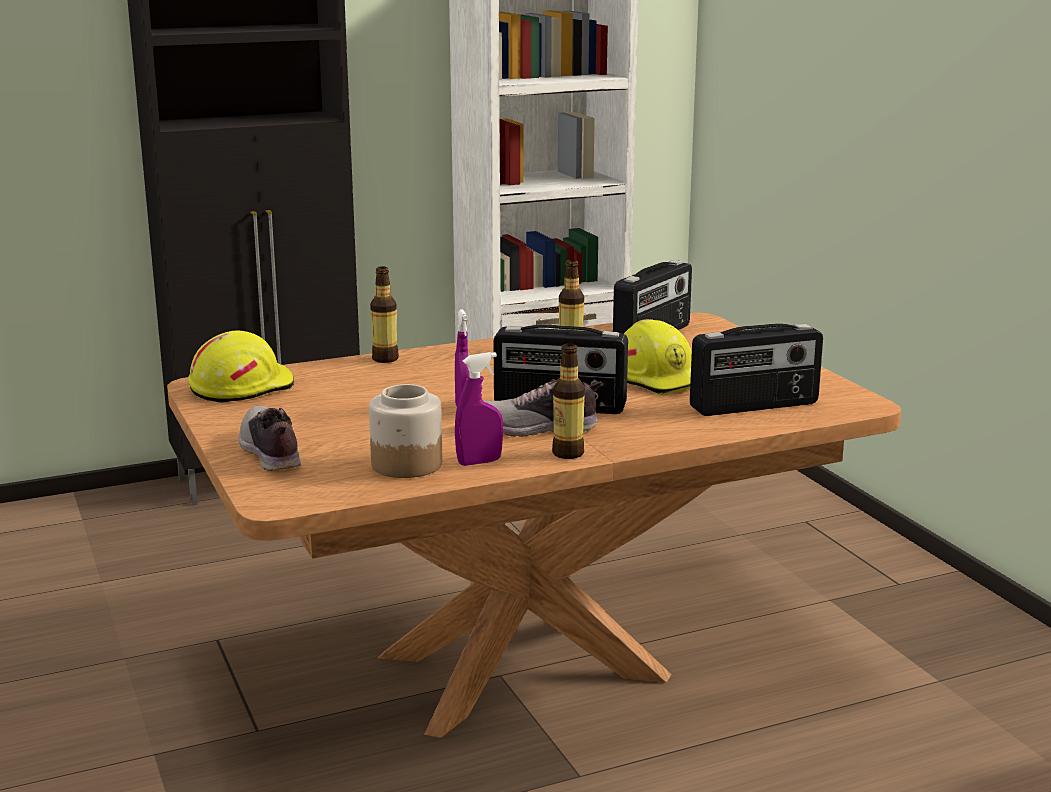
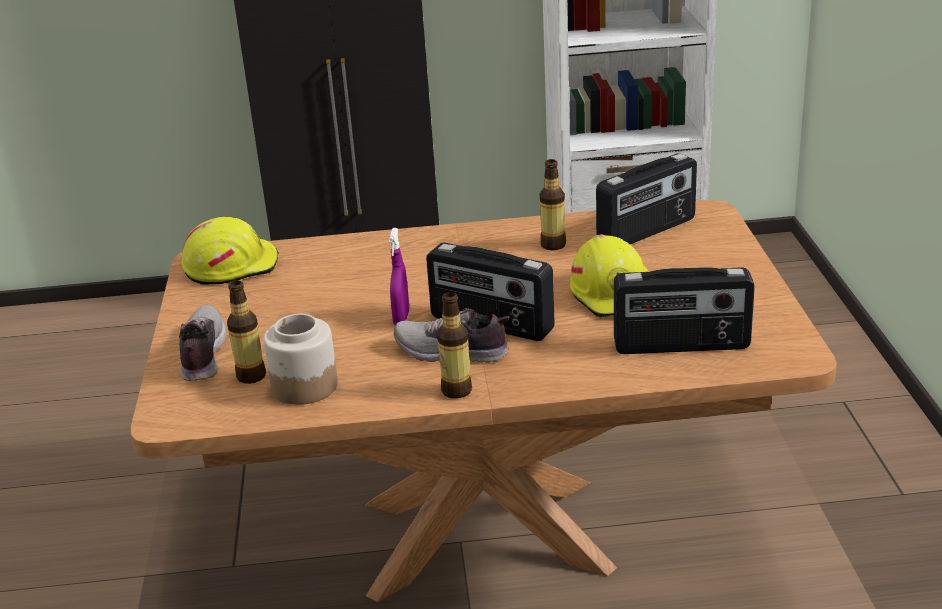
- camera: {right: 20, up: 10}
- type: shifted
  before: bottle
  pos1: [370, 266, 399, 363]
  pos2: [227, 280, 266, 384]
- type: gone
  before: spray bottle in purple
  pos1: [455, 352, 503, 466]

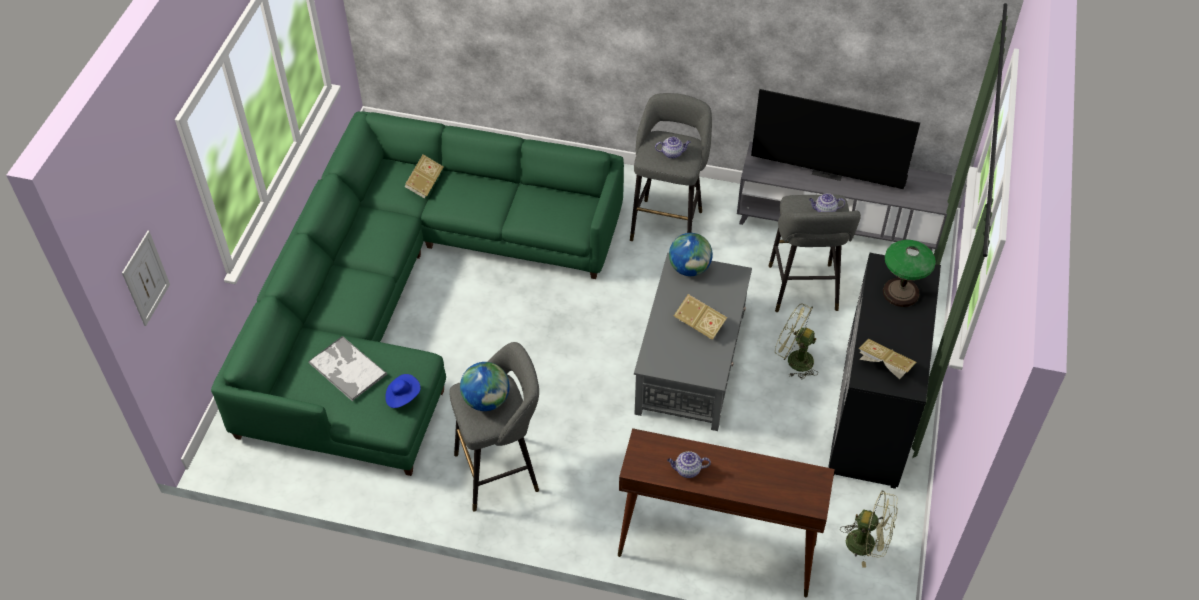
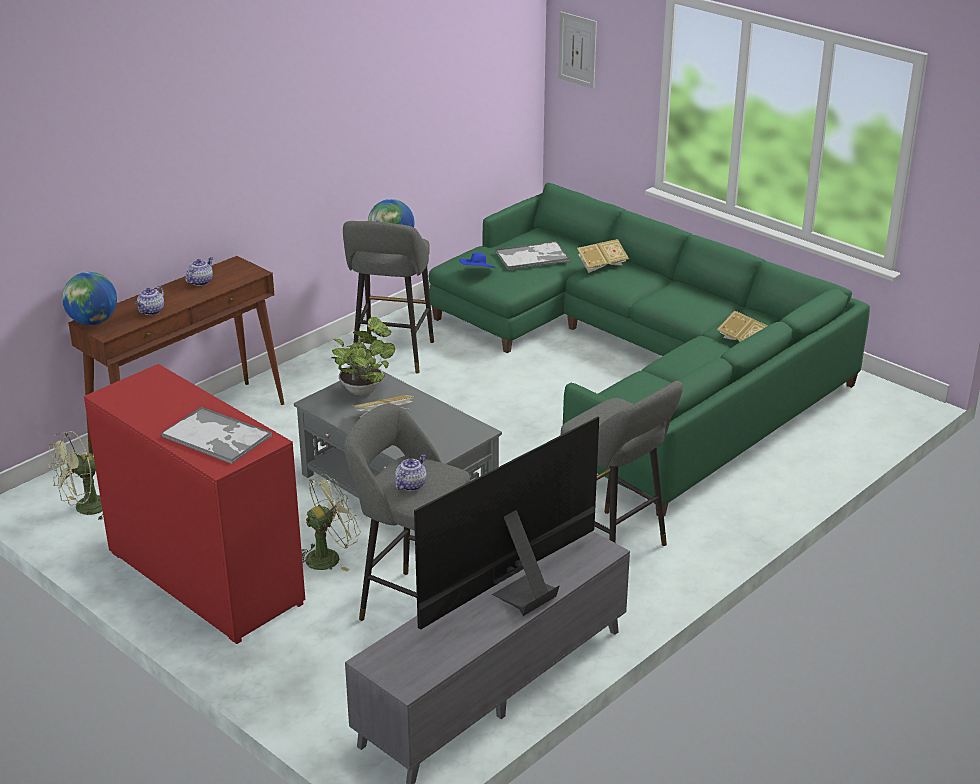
- camera: {right: 120, up: -20}
- type: shifted
  before: teapot
  pos1: [655, 137, 691, 159]
  pos2: [135, 285, 164, 315]
- type: shifted
  before: globe
  pos1: [669, 233, 713, 276]
  pos2: [62, 272, 117, 325]
- type: repainted
  before: dresser in black
  after: dresser in red
  pos1: [828, 253, 941, 489]
  pos2: [84, 364, 305, 644]
- type: shifted
  before: book
  pos1: [859, 339, 916, 380]
  pos2: [577, 239, 629, 273]
- type: swapped
  before: table lamp
  after: tray
  pos1: [883, 240, 936, 307]
  pos2: [161, 406, 271, 464]
- type: new
  after: potted plant
  pos2: [331, 317, 395, 395]

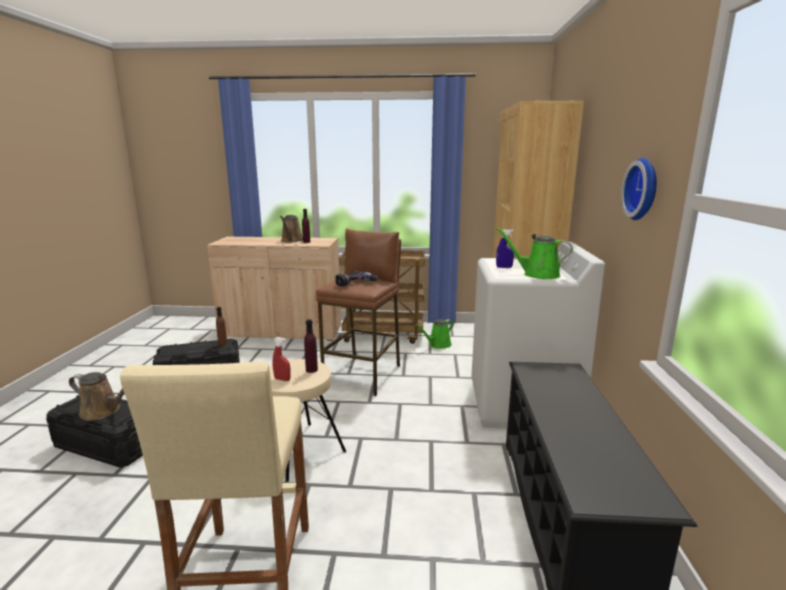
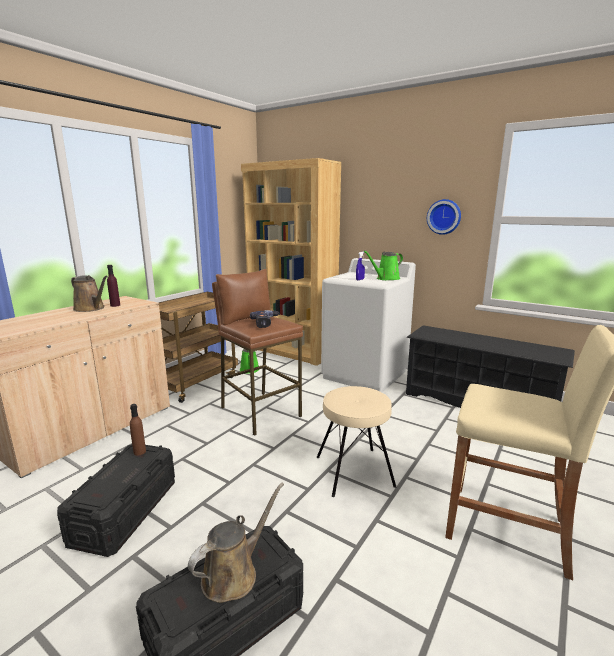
- camera: {right: -60, up: 0}
- type: gone
  before: spray bottle in red
  pos1: [272, 337, 291, 381]
- type: gone
  before: bottle in purple
  pos1: [304, 319, 318, 373]

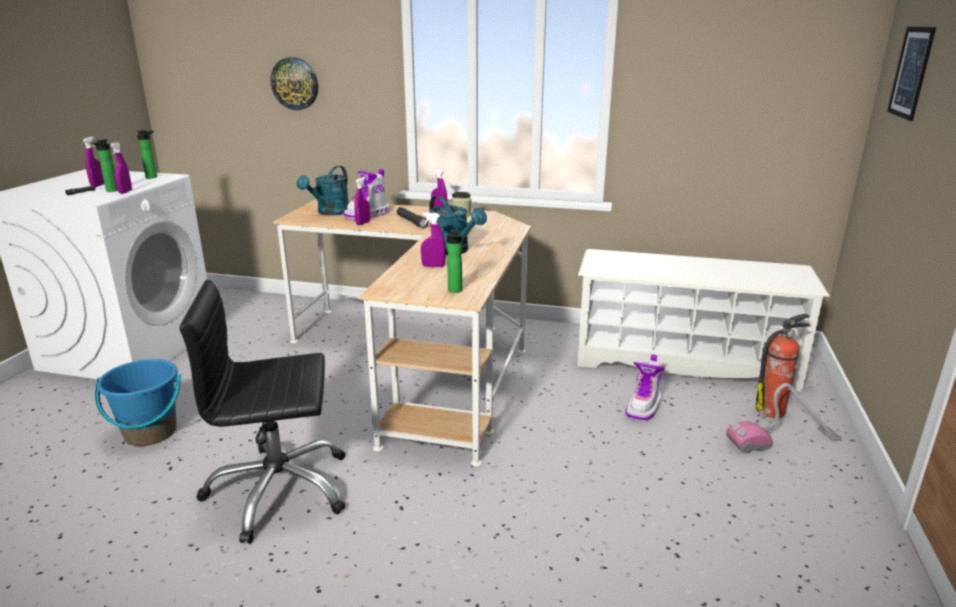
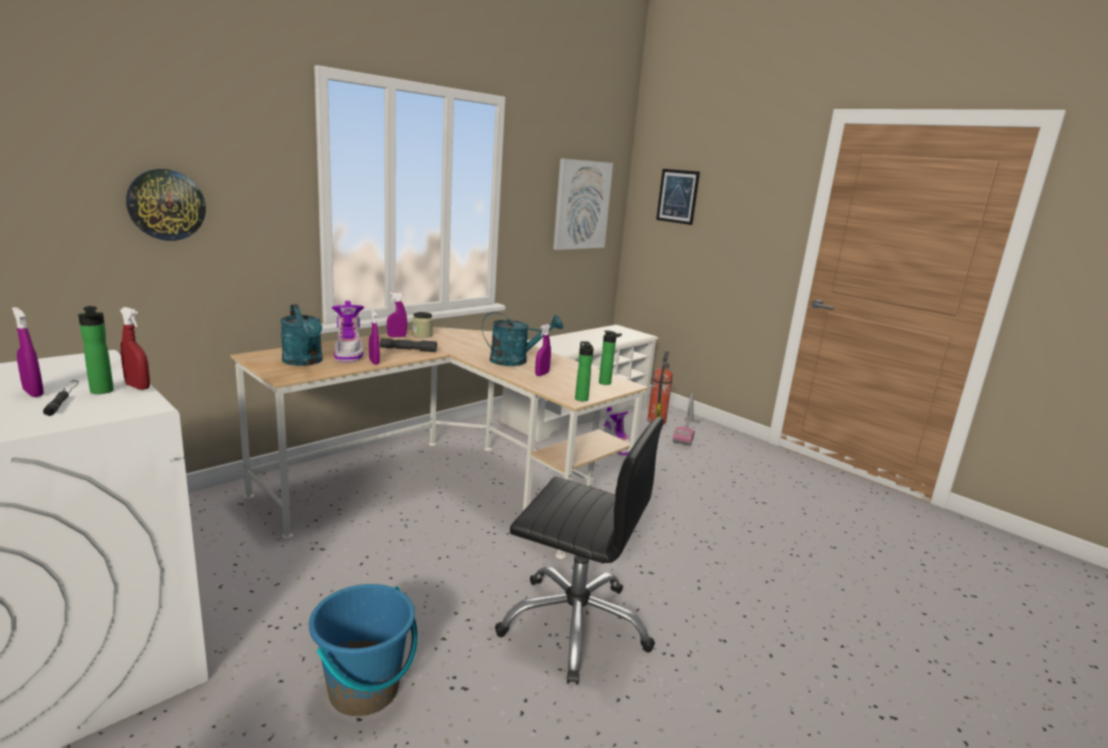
- camera: {right: -60, up: -5}
- type: repainted
  before: spray bottle in purple
  after: spray bottle in red
  pos1: [110, 142, 132, 194]
  pos2: [120, 307, 150, 390]
- type: shifted
  before: bottle
  pos1: [136, 130, 157, 179]
  pos2: [575, 341, 594, 401]
- type: rotated
  before: office chair in black
  pos1: [179, 280, 346, 544]
  pos2: [495, 417, 664, 684]
  turn: -90
- type: new
  after: picture
  pos2: [553, 158, 613, 250]

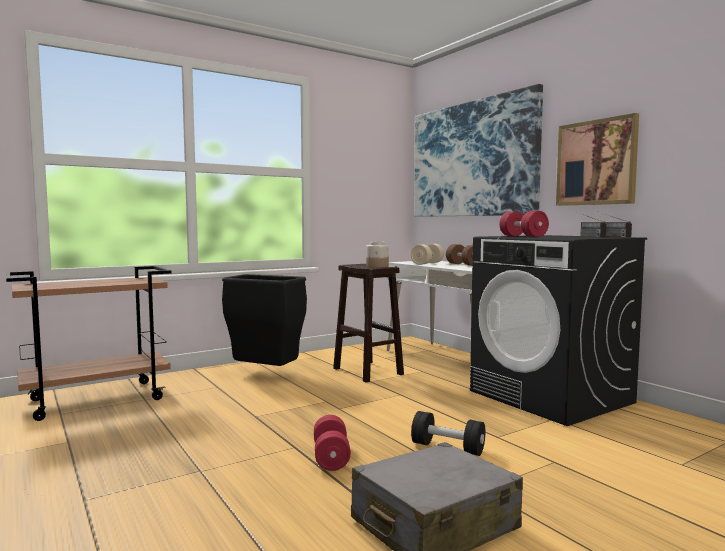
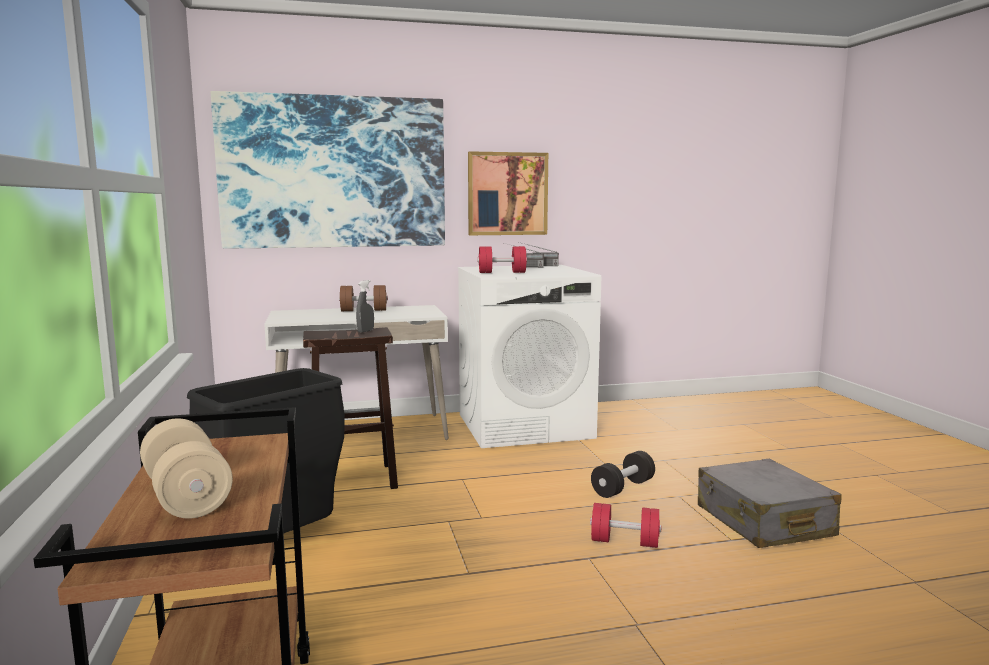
- camera: {right: -70, up: 5}
- type: swapped
  before: jar
  after: spray bottle in grey
  pos1: [366, 242, 389, 268]
  pos2: [356, 280, 374, 333]
- type: shifted
  before: dumbbell in beige
  pos1: [411, 244, 444, 265]
  pos2: [140, 419, 233, 519]
- type: repainted
  before: washing machine in black
  after: washing machine in white
  pos1: [470, 235, 647, 426]
  pos2: [458, 265, 601, 448]

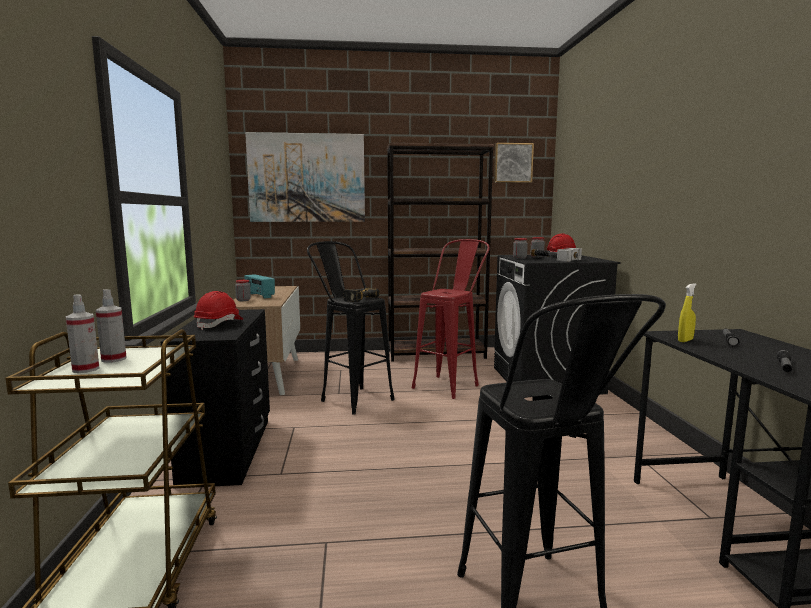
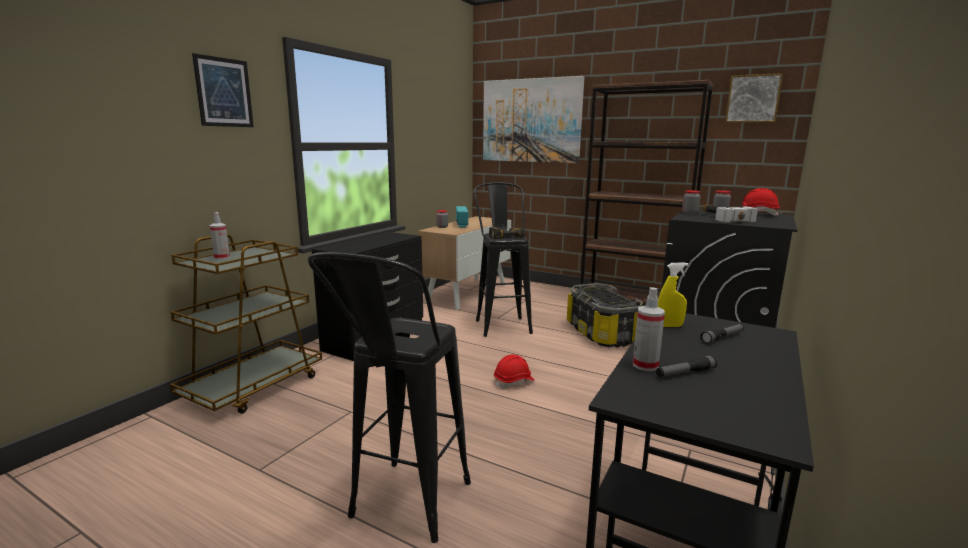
- camera: {right: 35, up: 5}
- type: shifted
  before: spray bottle
  pos1: [96, 289, 127, 363]
  pos2: [633, 287, 665, 371]
- type: shifted
  before: hard hat in red
  pos1: [194, 291, 243, 330]
  pos2: [494, 355, 535, 389]
- type: swapped
  before: stool in red
  after: storage box
  pos1: [412, 239, 490, 399]
  pos2: [567, 283, 643, 348]
- type: new
  after: picture
  pos2: [192, 53, 254, 127]

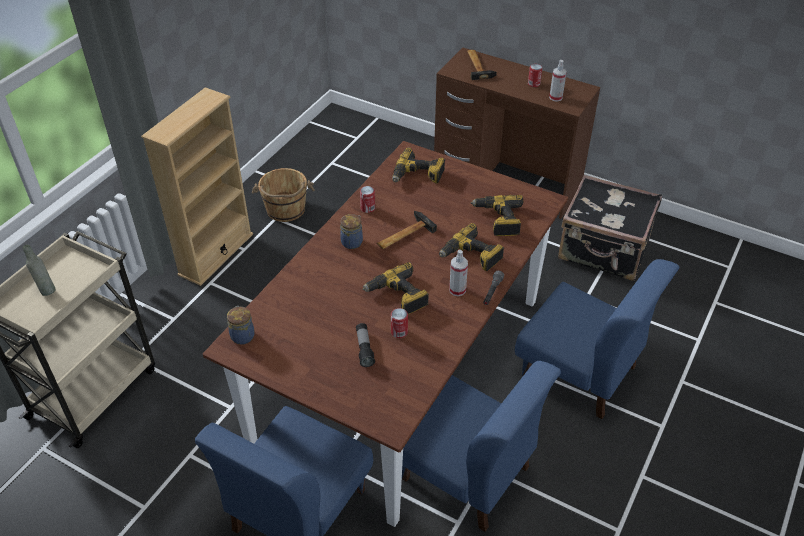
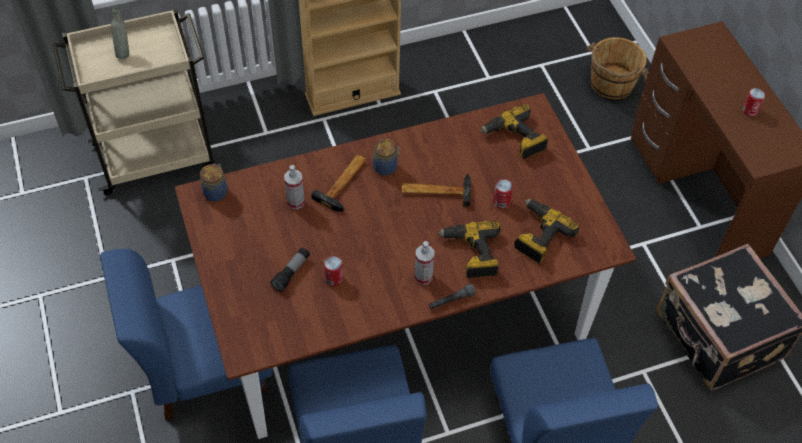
- camera: {right: 40, up: 10}
- type: shifted
  before: bucket in brown
  pos1: [252, 168, 315, 222]
  pos2: [587, 37, 649, 99]
- type: shifted
  before: can
  pos1: [360, 186, 375, 213]
  pos2: [493, 179, 513, 209]
- type: gone
  before: power drill
  pos1: [362, 262, 429, 314]
- type: shifted
  before: hammer
  pos1: [467, 50, 497, 80]
  pos2: [311, 155, 367, 212]
- type: shifted
  before: spray bottle
  pos1: [549, 60, 567, 101]
  pos2: [284, 165, 305, 209]

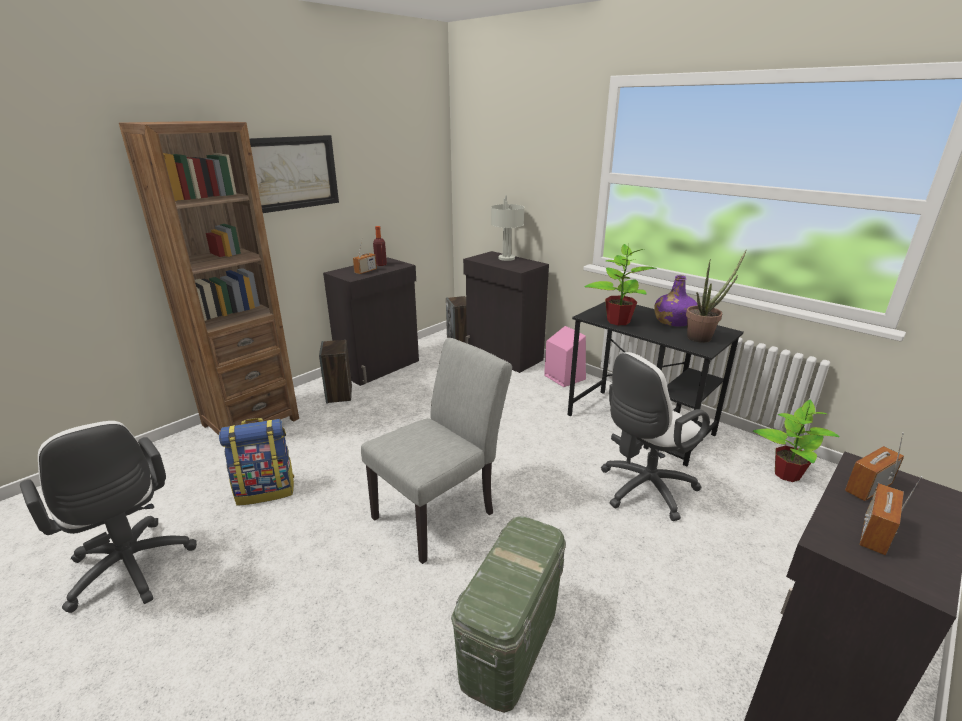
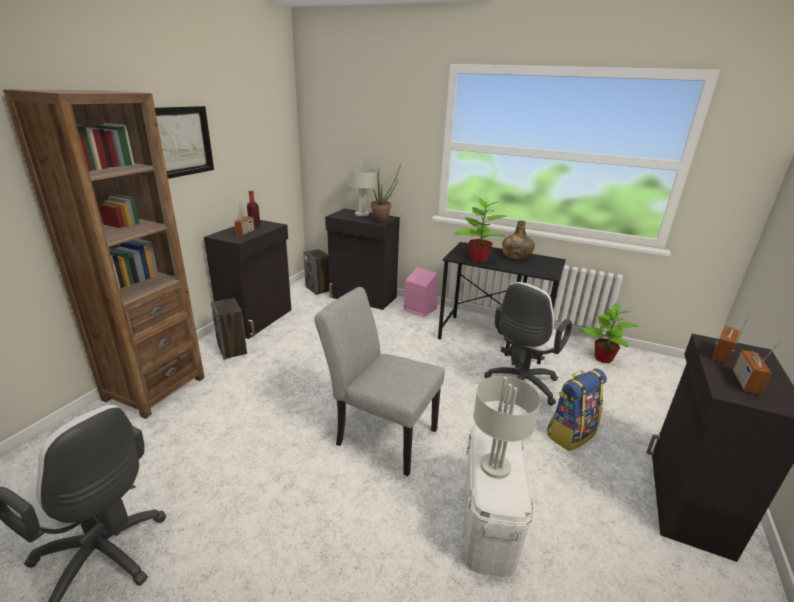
- camera: {right: -20, up: 0}
- type: shifted
  before: backpack
  pos1: [219, 418, 294, 506]
  pos2: [547, 368, 607, 451]
- type: rotated
  before: chair in grey
  pos1: [361, 338, 512, 564]
  pos2: [314, 287, 445, 476]
  turn: -90
- type: repainted
  before: storage box in green
  after: storage box in white
  pos1: [451, 516, 566, 713]
  pos2: [465, 424, 533, 577]
- type: repainted
  before: bottle in purple
  after: bottle in green
  pos1: [654, 275, 698, 326]
  pos2: [502, 220, 535, 260]
- type: shifted
  before: potted plant
  pos1: [686, 251, 746, 343]
  pos2: [370, 163, 401, 223]
- type: new
  after: table lamp in grey
  pos2: [473, 376, 541, 479]

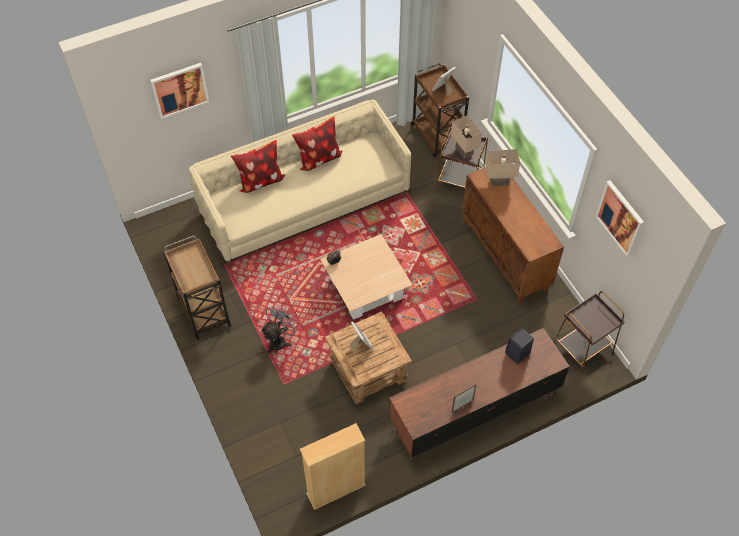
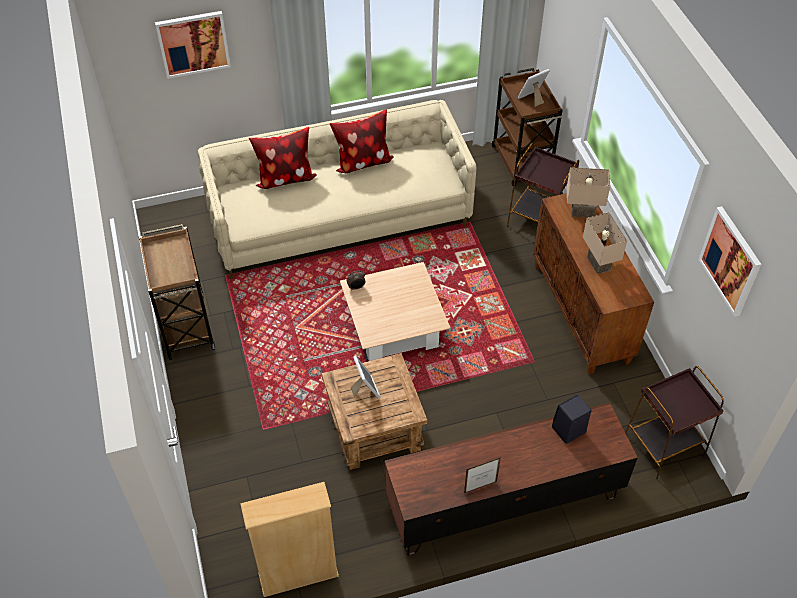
- camera: {right: 10, up: -5}
- type: gone
  before: fan in grey
  pos1: [261, 303, 300, 354]
- type: shifted
  before: table lamp in beige
  pos1: [451, 115, 482, 159]
  pos2: [583, 212, 627, 274]

